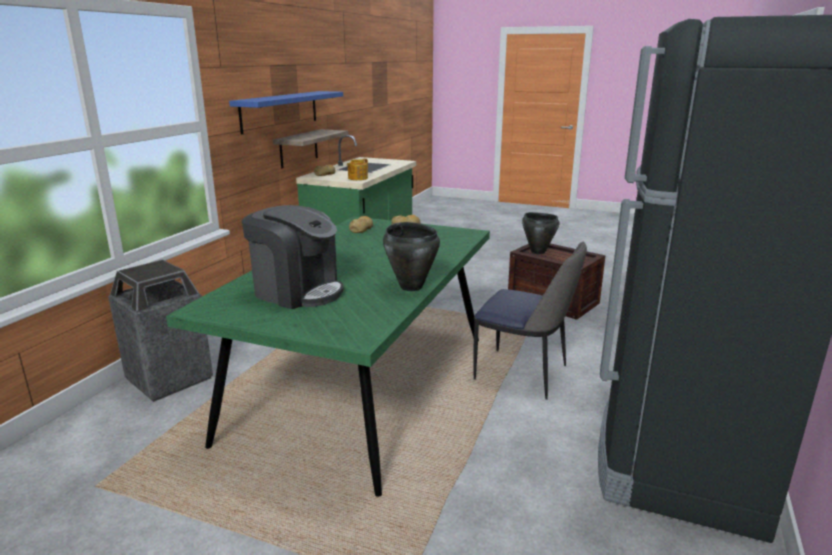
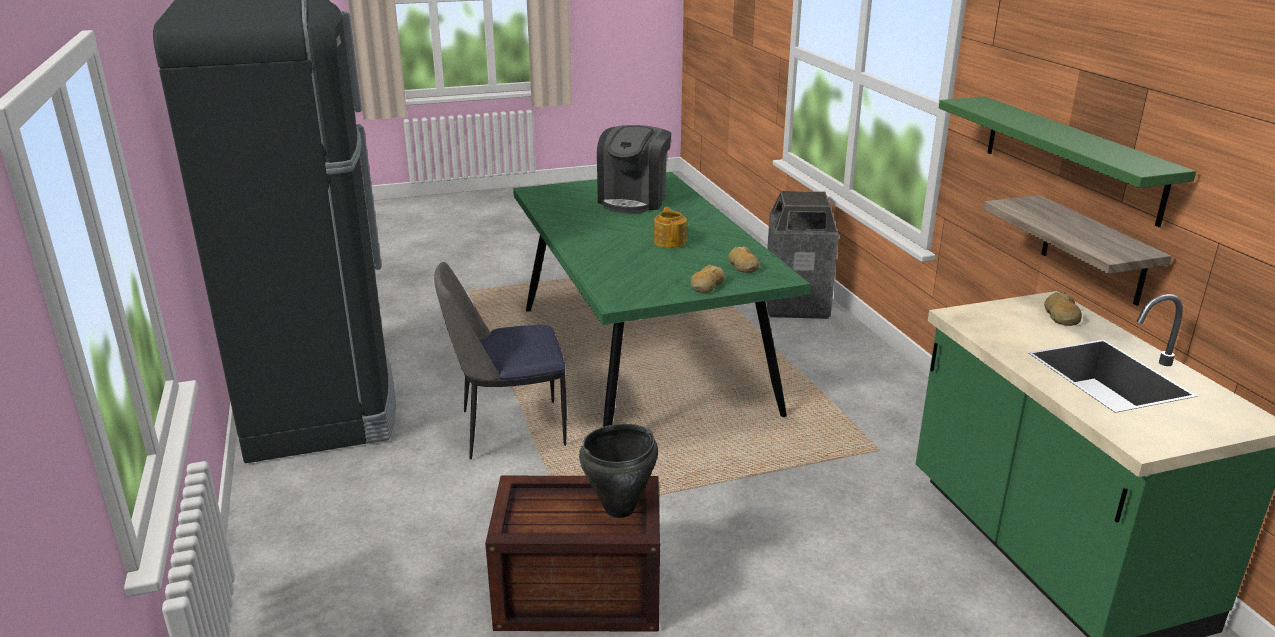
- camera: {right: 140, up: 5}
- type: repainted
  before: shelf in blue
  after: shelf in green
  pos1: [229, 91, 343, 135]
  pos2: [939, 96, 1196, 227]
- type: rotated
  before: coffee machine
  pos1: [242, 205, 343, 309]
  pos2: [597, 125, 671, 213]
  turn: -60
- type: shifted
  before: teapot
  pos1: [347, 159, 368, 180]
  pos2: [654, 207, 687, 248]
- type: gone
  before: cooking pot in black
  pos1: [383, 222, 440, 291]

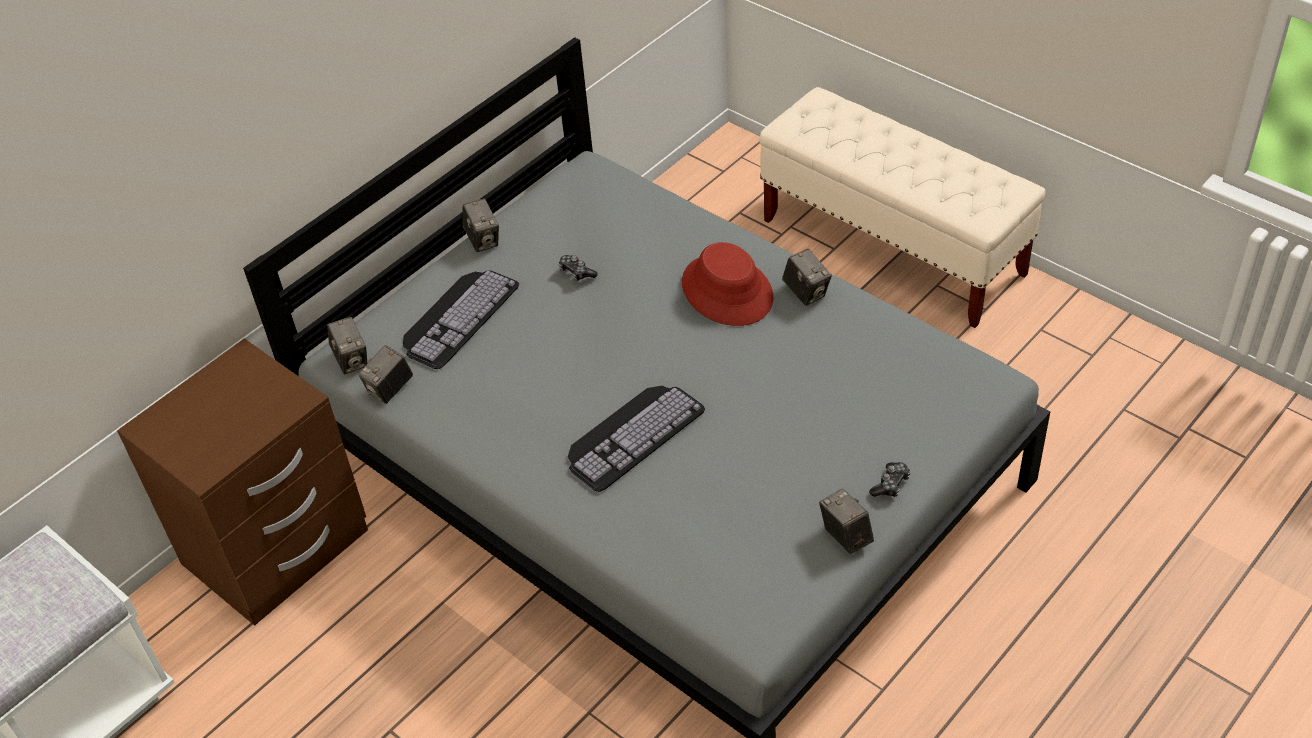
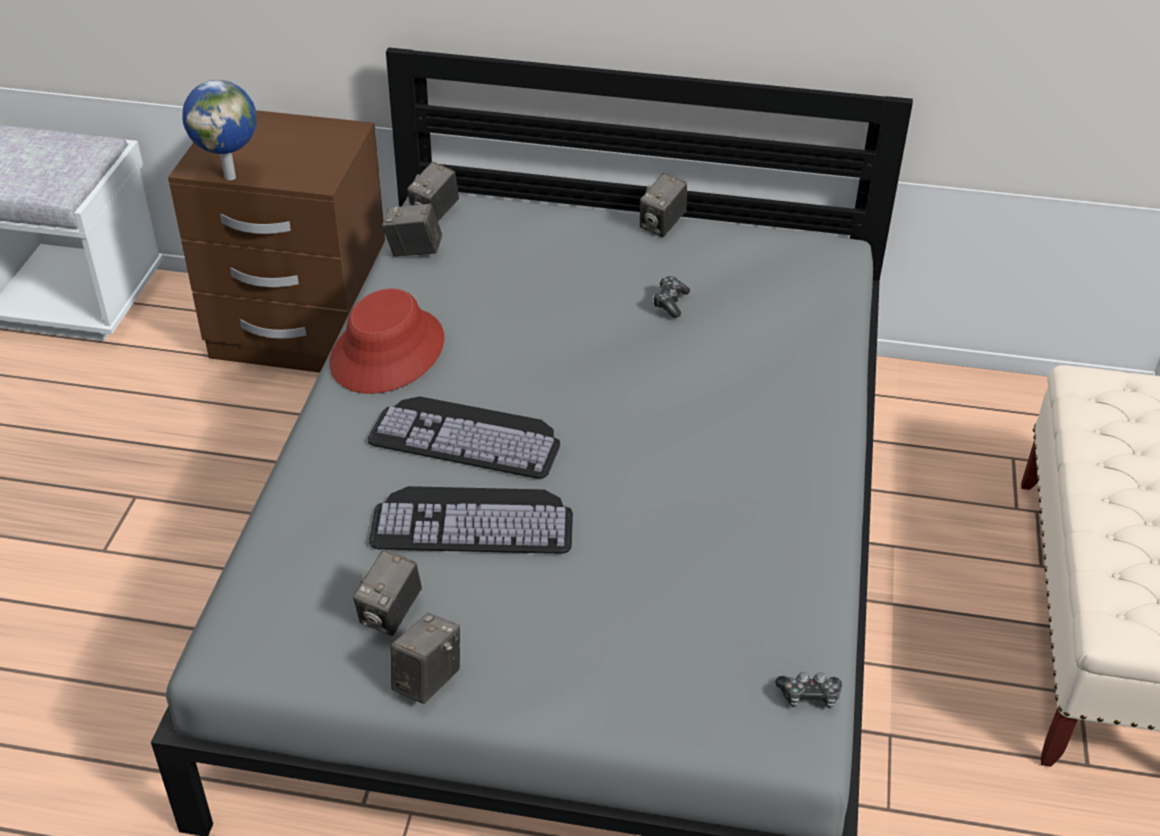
- camera: {right: 55, up: -5}
- type: shifted
  before: keyboard
  pos1: [403, 270, 519, 369]
  pos2: [369, 486, 573, 554]
- type: shifted
  before: hat in red
  pos1: [682, 242, 773, 326]
  pos2: [330, 288, 444, 394]
- type: shifted
  before: photo camera
  pos1: [782, 249, 832, 306]
  pos2: [353, 549, 422, 636]
- type: shifted
  before: game controller
  pos1: [869, 462, 911, 497]
  pos2: [775, 672, 842, 708]
- type: new
  after: globe
  pos2: [182, 80, 257, 180]

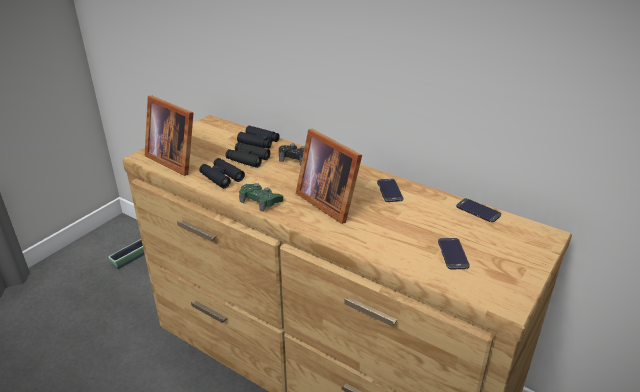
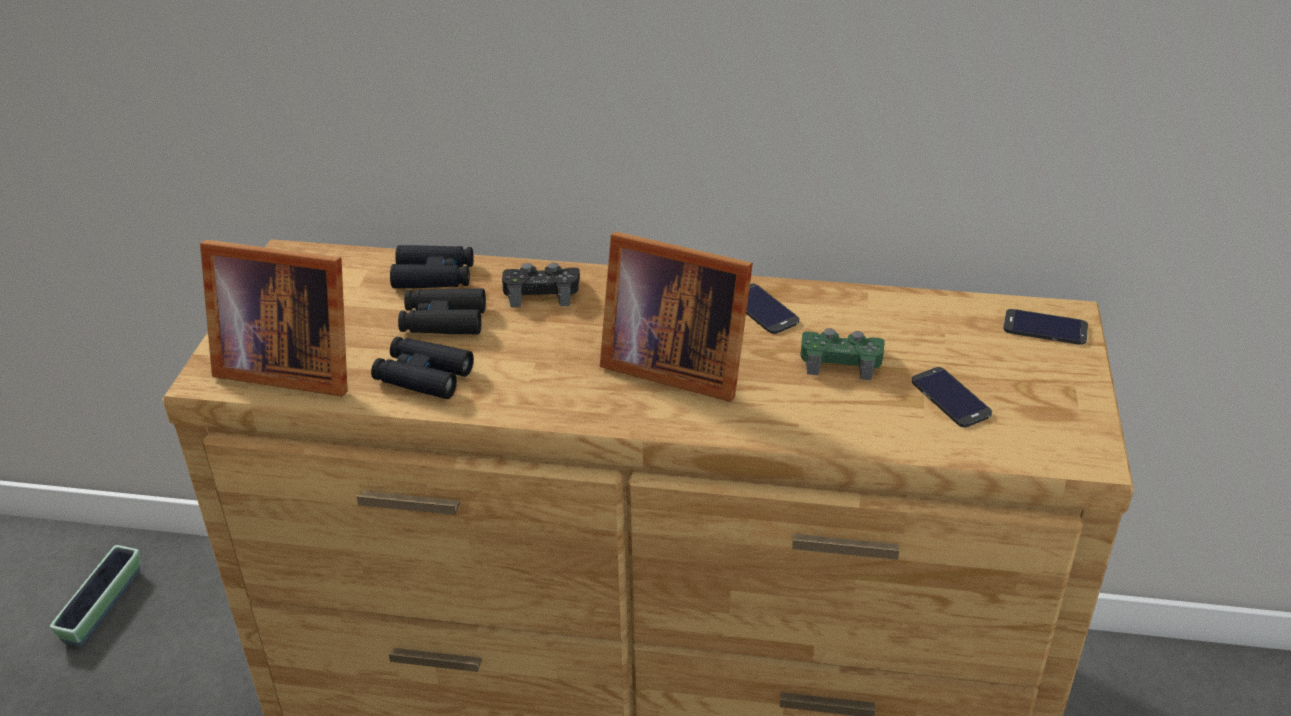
- camera: {right: -25, up: 5}
- type: shifted
  before: game controller in green
  pos1: [239, 183, 283, 212]
  pos2: [800, 328, 885, 380]
- type: shifted
  before: phone
  pos1: [456, 198, 501, 223]
  pos2: [1003, 309, 1088, 345]

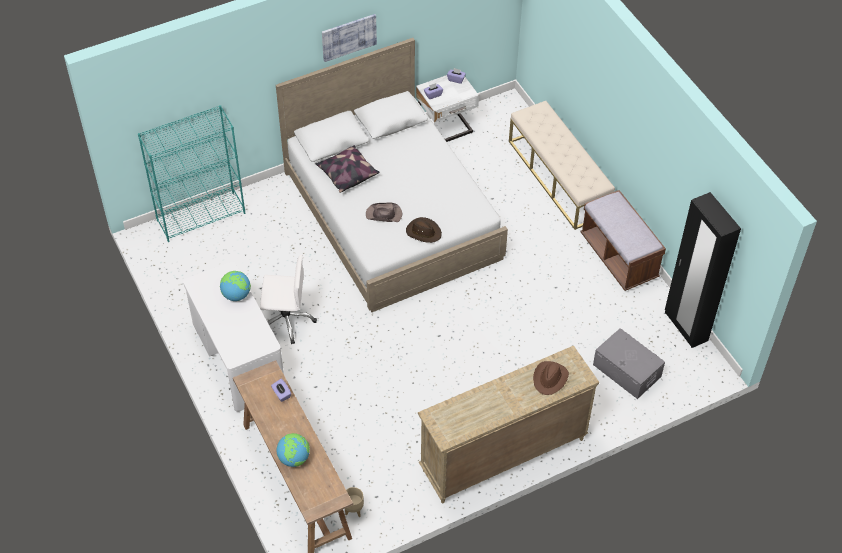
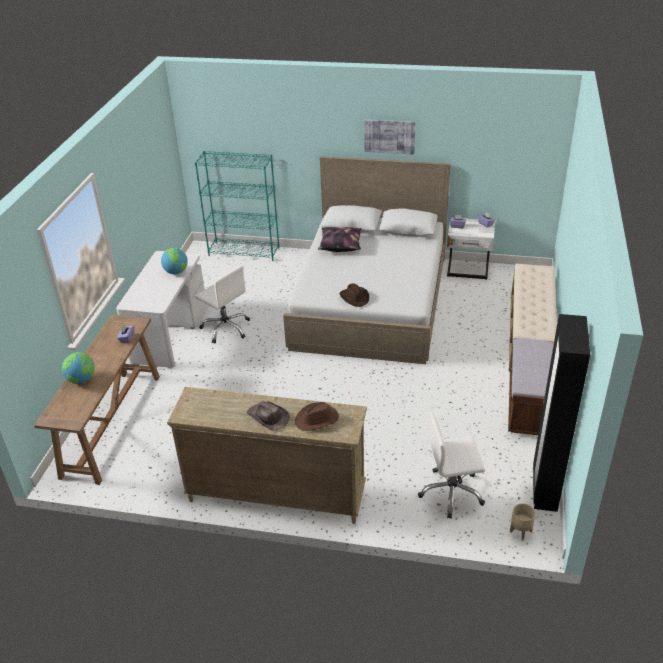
- camera: {right: 40, up: -15}
- type: shifted
  before: planter in beige
  pos1: [345, 487, 364, 517]
  pos2: [510, 503, 536, 540]
- type: shifted
  before: hat in brown
  pos1: [366, 203, 402, 222]
  pos2: [247, 401, 290, 431]
- type: swapped
  before: storage box in grey
  after: office chair in white
  pos1: [593, 328, 665, 399]
  pos2: [418, 412, 485, 519]

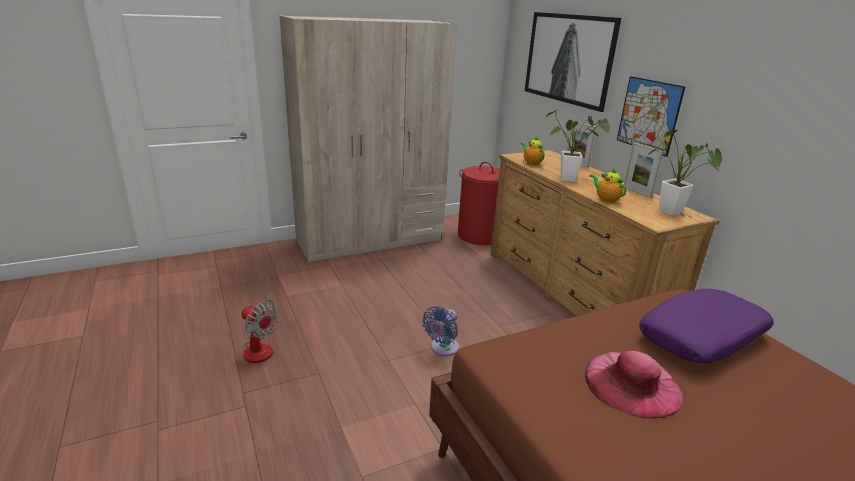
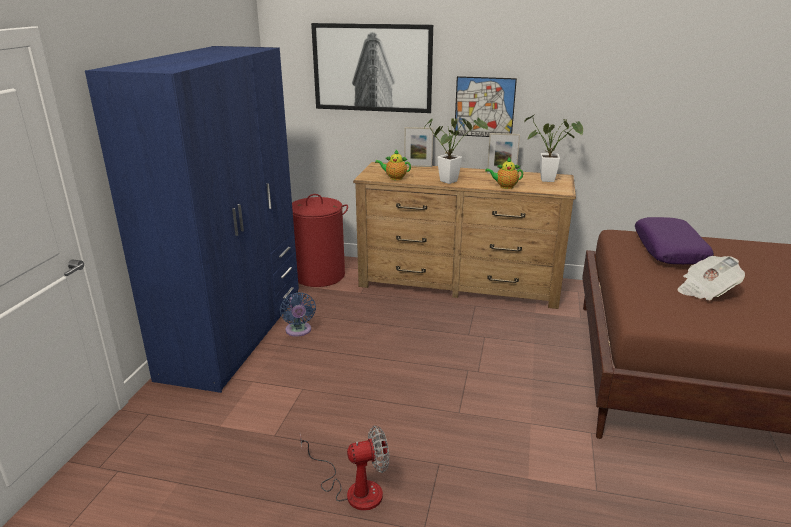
- camera: {right: -50, up: 0}
- type: repainted
  before: wardrobe in beige
  after: wardrobe in blue
  pos1: [280, 16, 457, 262]
  pos2: [85, 46, 299, 393]
- type: shifted
  before: fan in blue
  pos1: [422, 306, 459, 356]
  pos2: [280, 292, 316, 337]
- type: swapped
  before: hat in pink
  after: newspaper
  pos1: [585, 351, 683, 419]
  pos2: [677, 256, 745, 300]

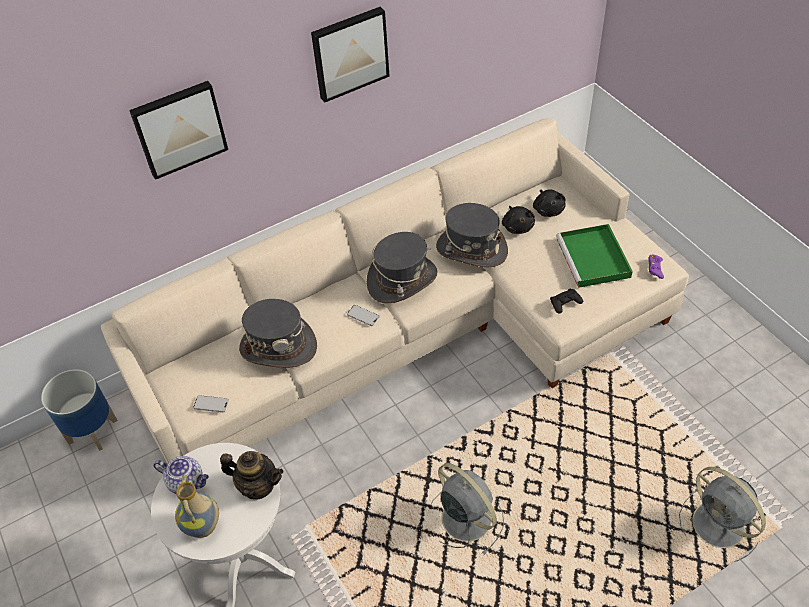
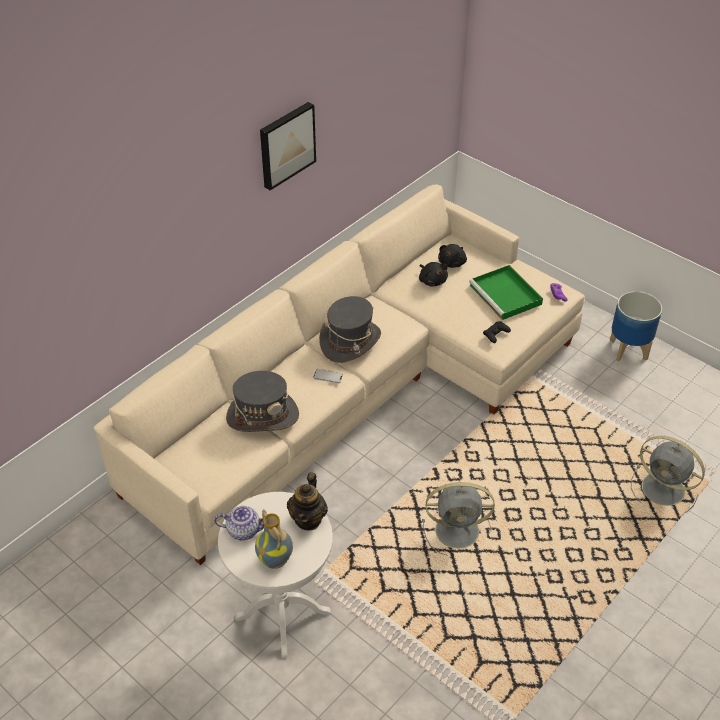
- camera: {right: -20, up: -5}
- type: shifted
  before: planter
  pos1: [41, 369, 118, 451]
  pos2: [610, 291, 662, 362]
- type: gone
  before: picture
  pos1: [129, 81, 228, 180]
- type: gone
  before: phone
  pos1: [193, 395, 229, 412]
- type: rotated
  before: teapot
  pos1: [220, 451, 283, 500]
  pos2: [287, 472, 328, 531]
  turn: 105
- type: rotated
  before: fan in grey
  pos1: [431, 463, 504, 555]
  pos2: [422, 482, 495, 556]
  turn: 150
- type: gone
  before: hat in grey
  pos1: [436, 203, 508, 267]
- type: rotated
  before: plush toy in black
  pos1: [533, 189, 566, 217]
  pos2: [438, 244, 467, 268]
  turn: 60

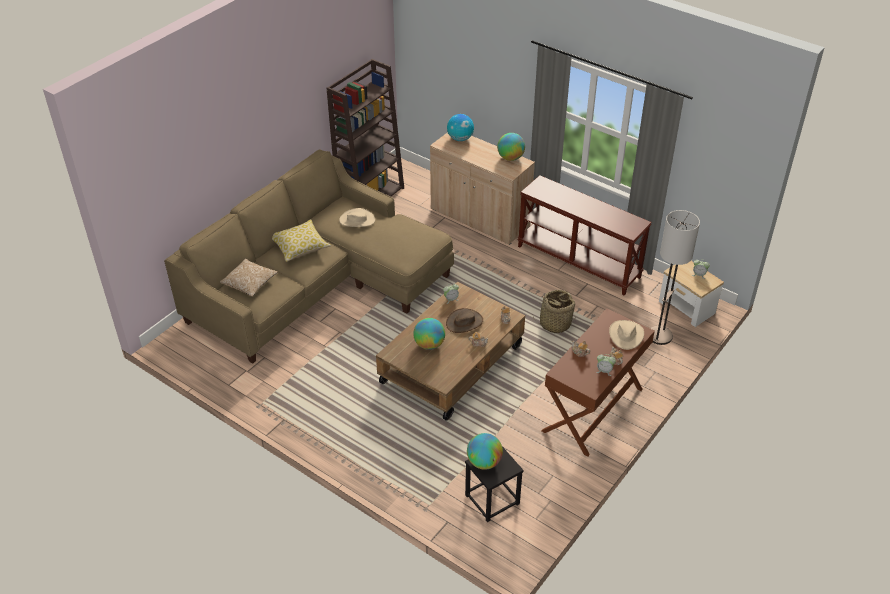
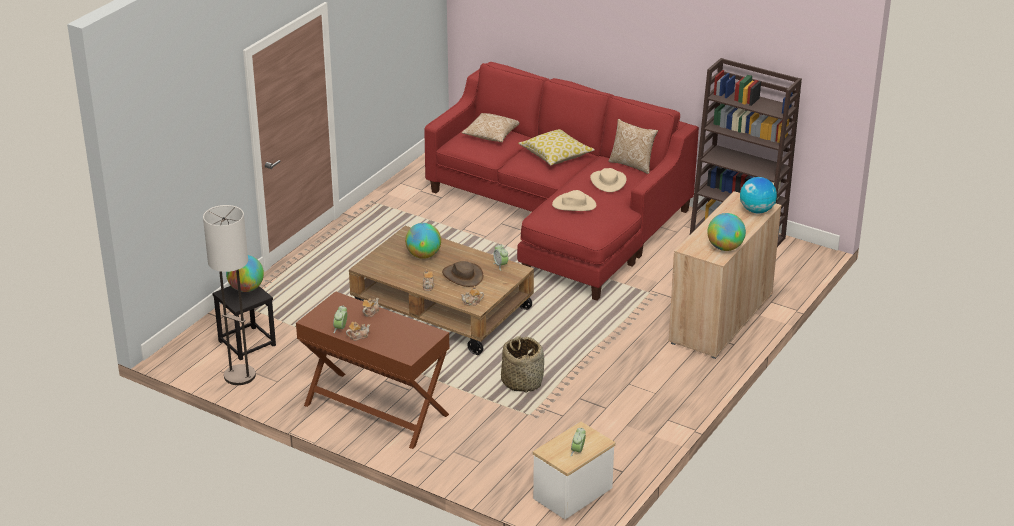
- camera: {right: 85, up: -10}
- type: repainted
  before: sofa in beige
  after: sofa in red
  pos1: [164, 149, 454, 364]
  pos2: [424, 62, 699, 301]
- type: gone
  before: console table in brown
  pos1: [517, 175, 652, 296]
- type: shifted
  before: hat in beige
  pos1: [609, 320, 644, 350]
  pos2: [552, 190, 596, 211]
- type: shifted
  before: floor lamp
  pos1: [650, 210, 700, 345]
  pos2: [203, 205, 256, 385]
- type: new
  after: pillow
  pos2: [608, 119, 658, 174]

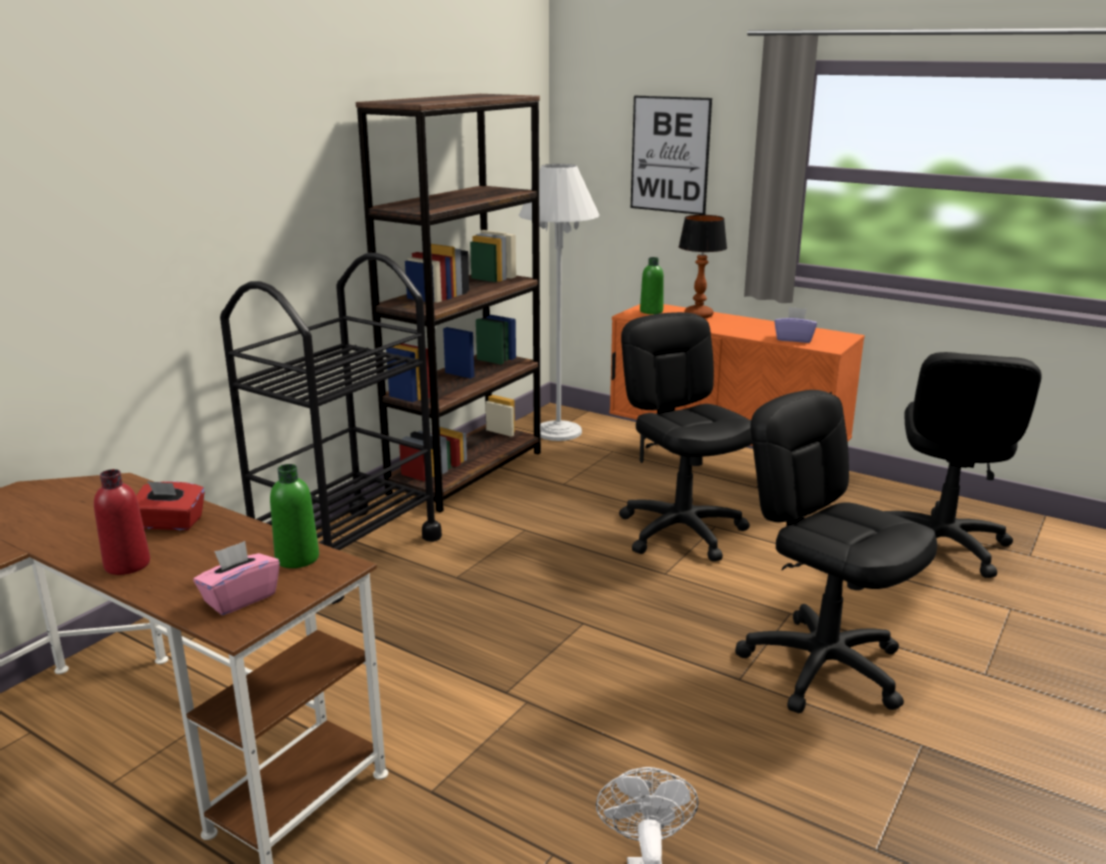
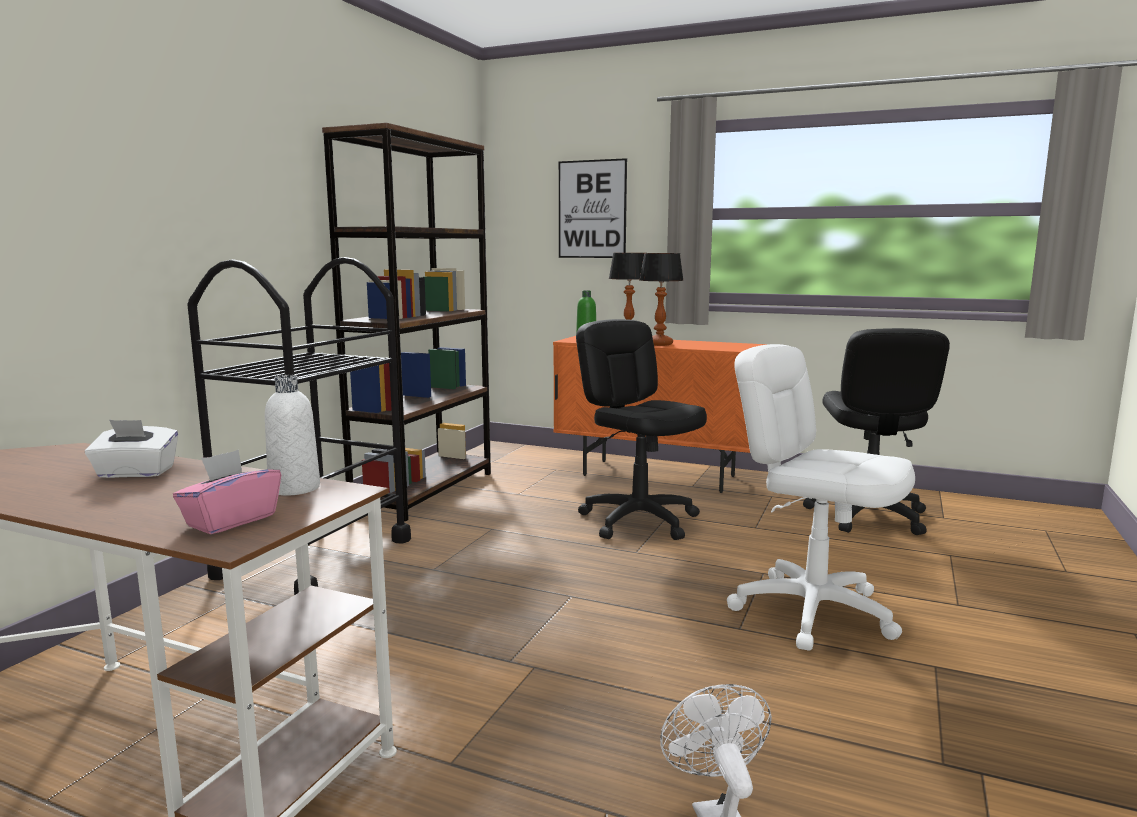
- camera: {right: -10, up: -10}
- type: gone
  before: bottle in red
  pos1: [94, 469, 150, 575]
- type: repainted
  before: tissue box in red
  after: tissue box in white
  pos1: [136, 481, 205, 530]
  pos2: [85, 420, 178, 478]
- type: repainted
  before: bottle in green
  after: bottle in white
  pos1: [270, 464, 319, 568]
  pos2: [265, 375, 320, 496]
- type: gone
  before: floor lamp in white
  pos1: [519, 164, 600, 441]
- type: repainted
  before: office chair in black
  after: office chair in white
  pos1: [735, 390, 937, 713]
  pos2: [727, 344, 915, 651]
- type: gone
  before: tissue box in purple
  pos1: [774, 307, 817, 343]
- type: new
  after: table lamp
  pos2: [640, 253, 684, 346]

